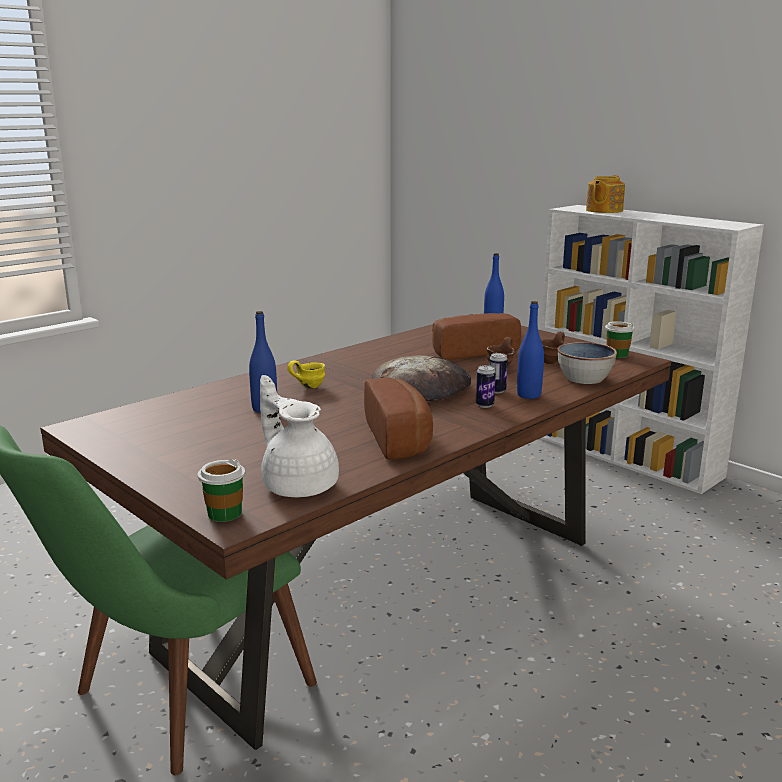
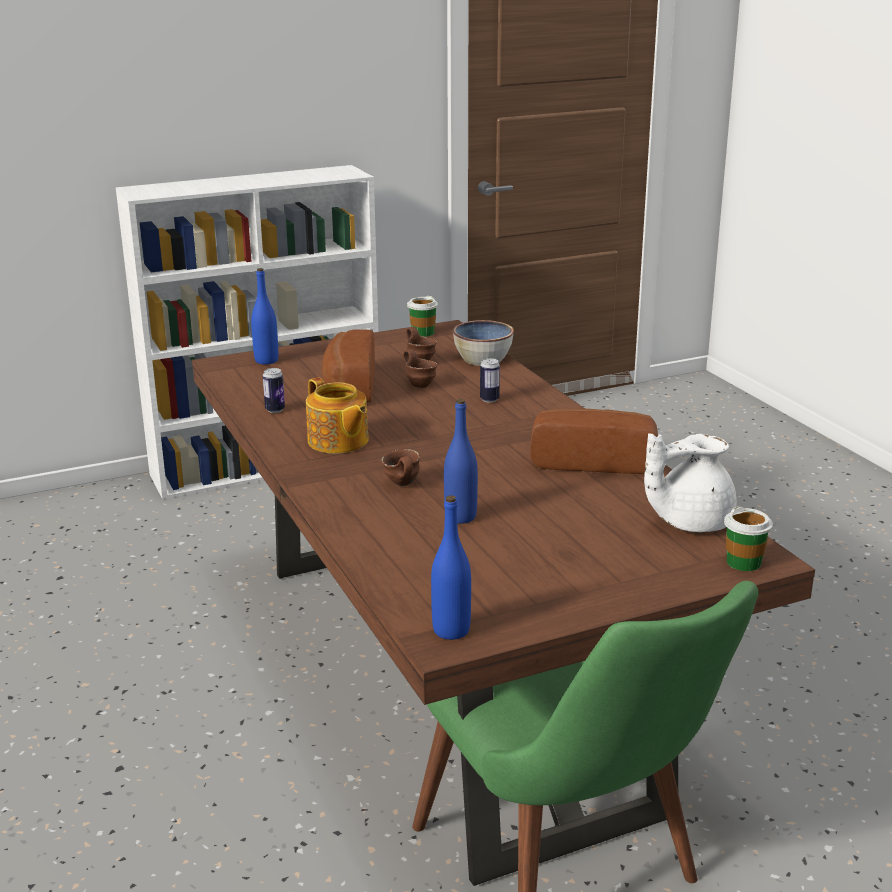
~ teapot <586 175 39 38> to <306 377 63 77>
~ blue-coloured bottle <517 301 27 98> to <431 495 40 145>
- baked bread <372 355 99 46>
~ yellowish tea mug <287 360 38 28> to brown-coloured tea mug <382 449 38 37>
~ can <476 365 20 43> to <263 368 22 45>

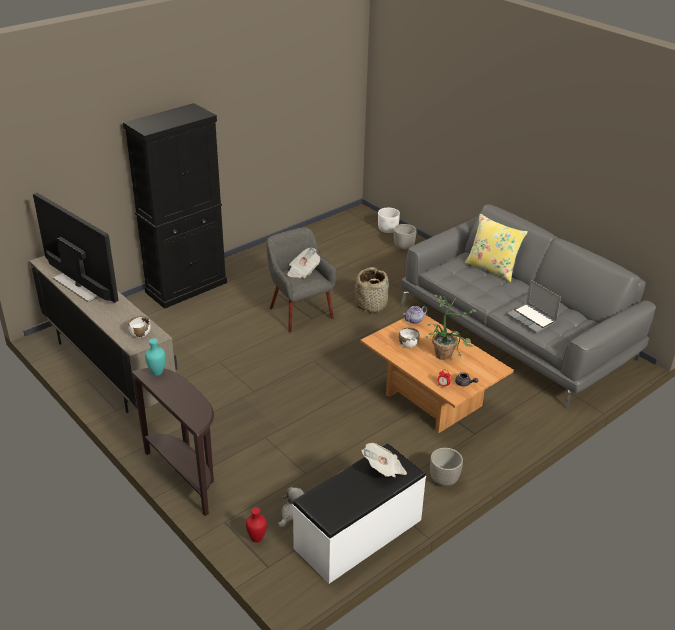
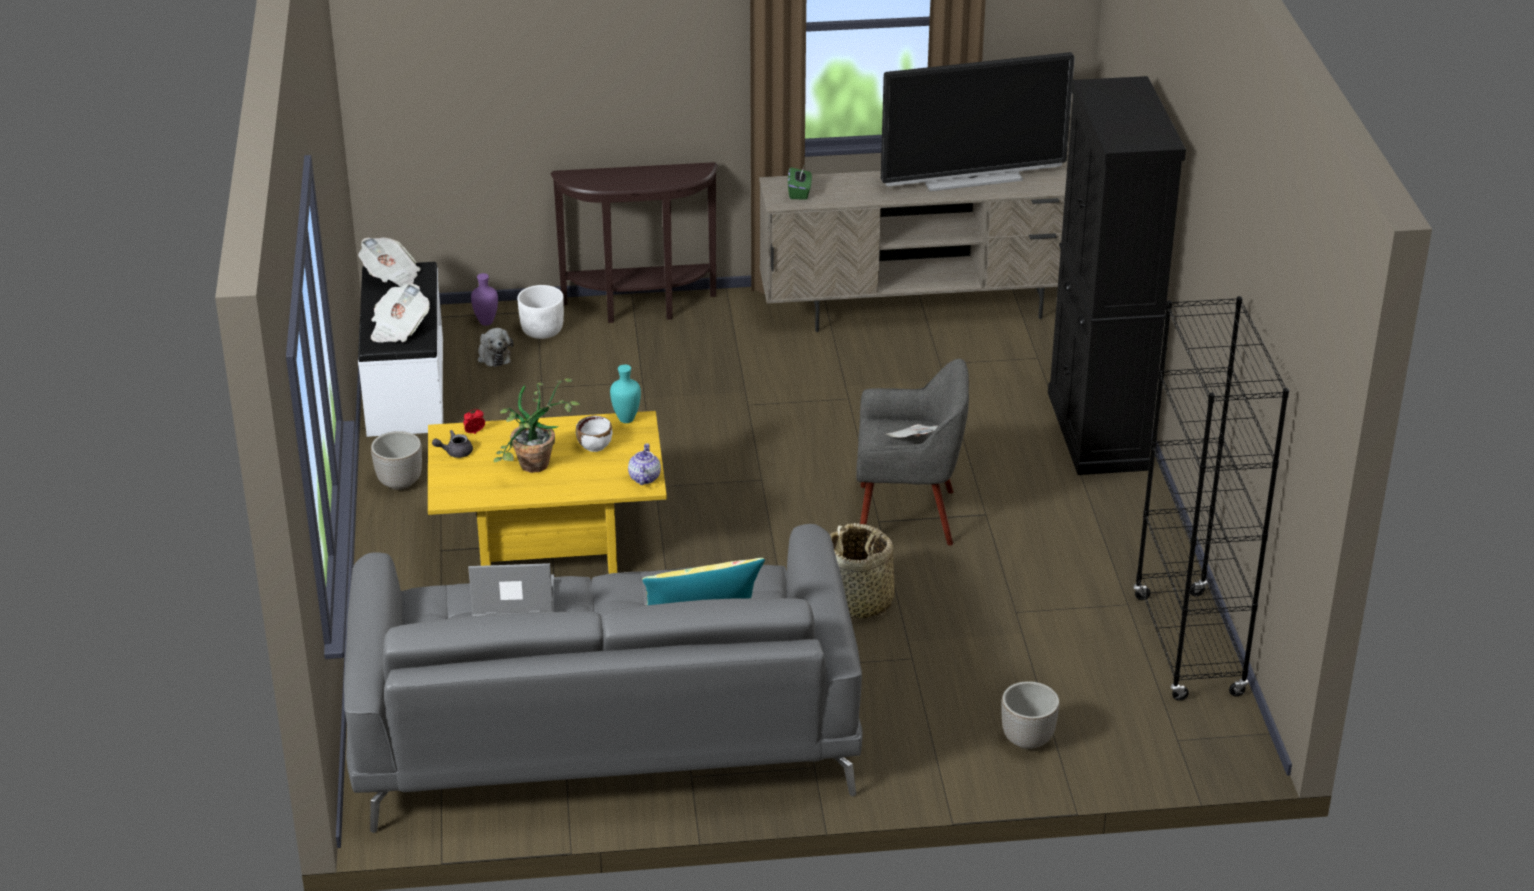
~ white-coloured flower pot <378 208 22 25> to <517 285 47 54>
~ brown-coloured coffee table <360 315 154 118> to yellowish coffee table <428 411 239 163>
~ white-coloured serving bowl <128 316 23 22> to greenish box of tissues <788 167 24 33>
~ blue-green vase <145 338 21 38> to <610 365 31 58>
~ red vase <246 507 21 36> to purplish vase <471 273 27 53>
+ daily paper <358 237 63 50>
+ black bookcase <1133 296 156 405>

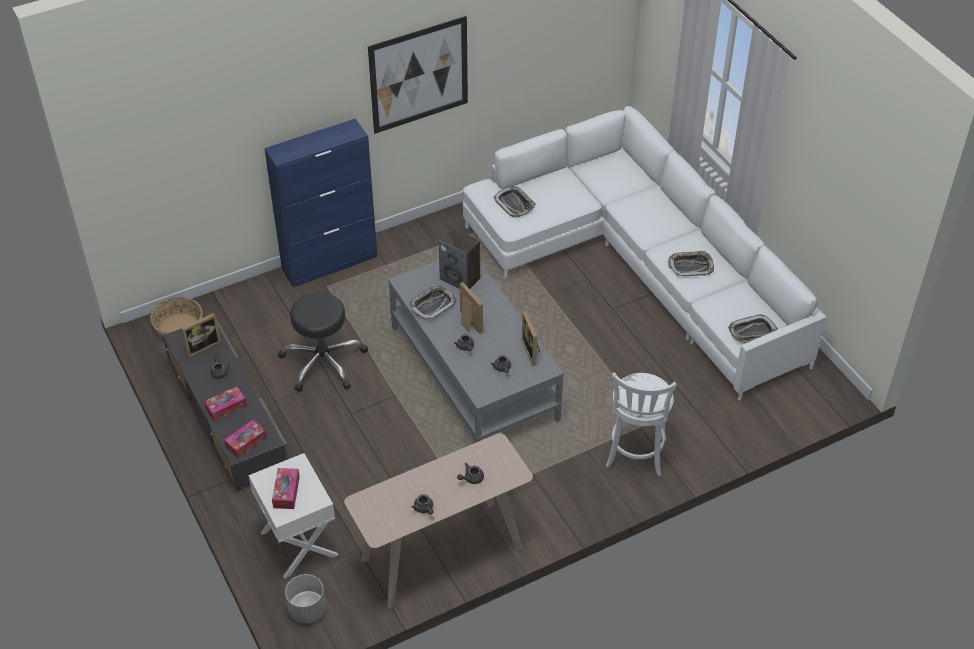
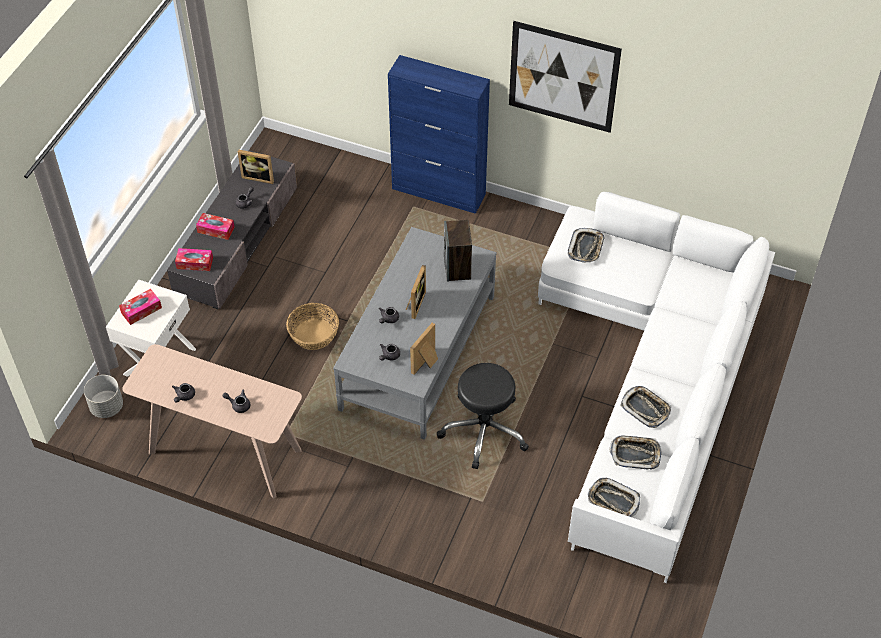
~ serving tray <409 284 47 36> to <610 435 52 35>
~ black stool <278 292 90 100> to <437 363 92 106>
~ basket <150 297 53 40> to <286 303 53 47>
- white-coloured stool <606 372 71 104>

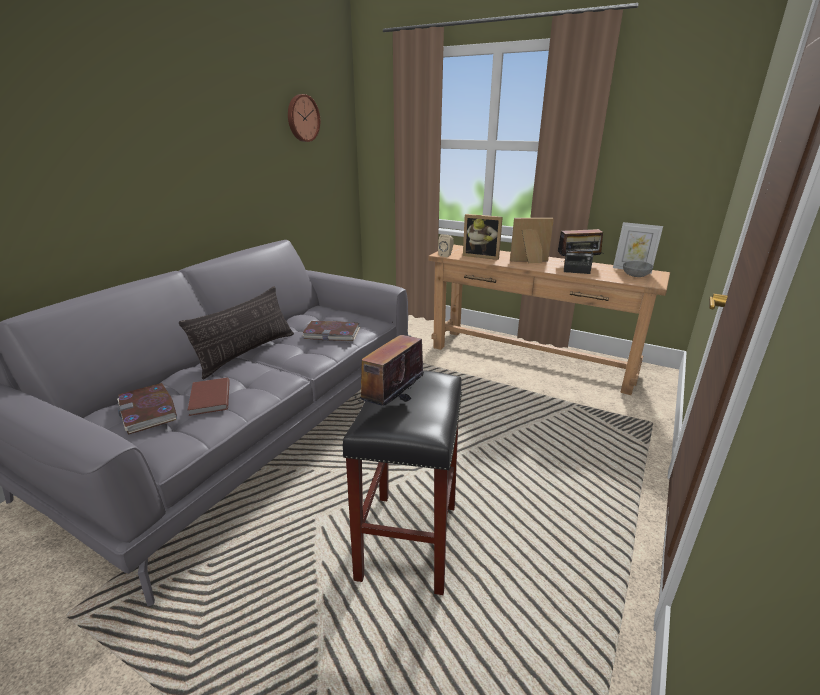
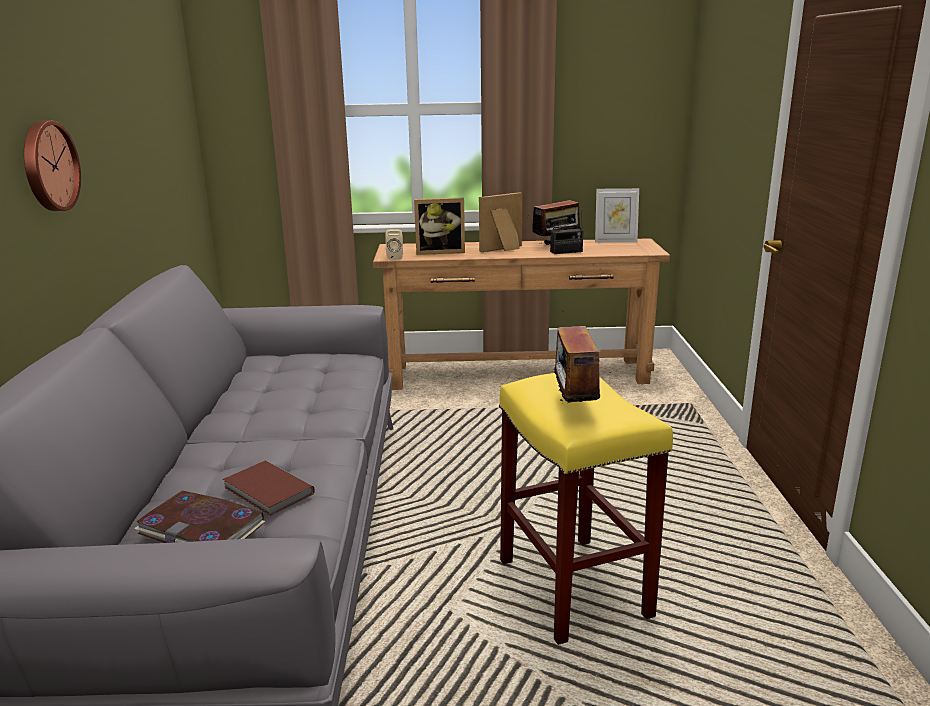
~ hanging clock <288 94 32 48> to <24 120 57 91>
- grey serving bowl <623 261 30 16>
- cushion <179 286 115 93>
- volume <302 321 58 20>
~ black stool <343 370 119 225> to yellowish stool <499 373 174 272>

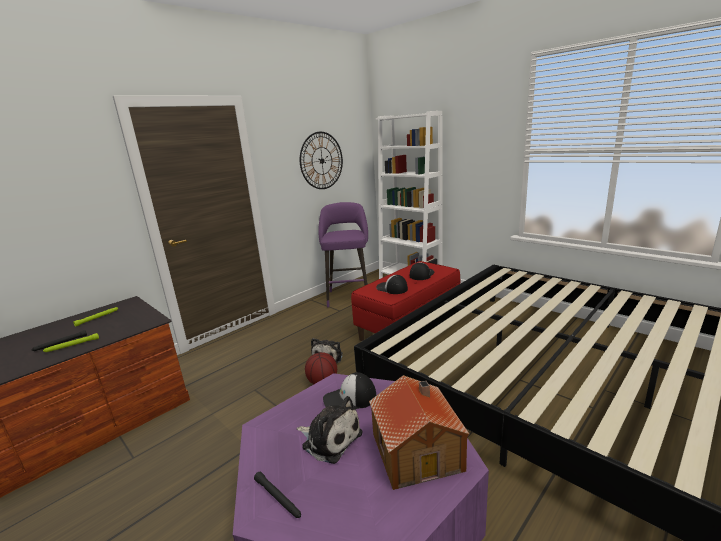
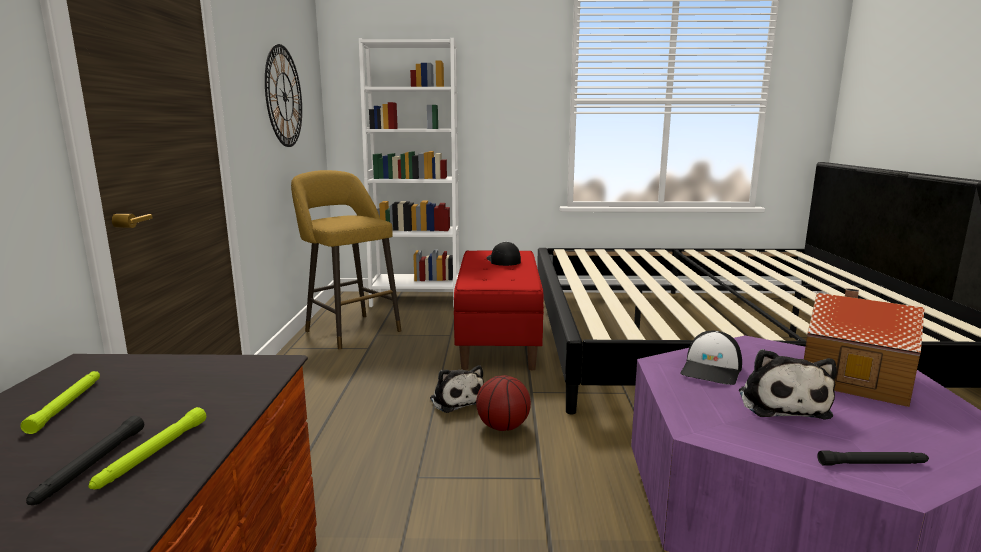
~ purplish stool <318 202 50 105> to yellowish stool <291 170 111 179>
- cap <376 275 32 19>
~ soft toy <296 396 66 68> = <739 349 98 71> 105 degrees clockwise

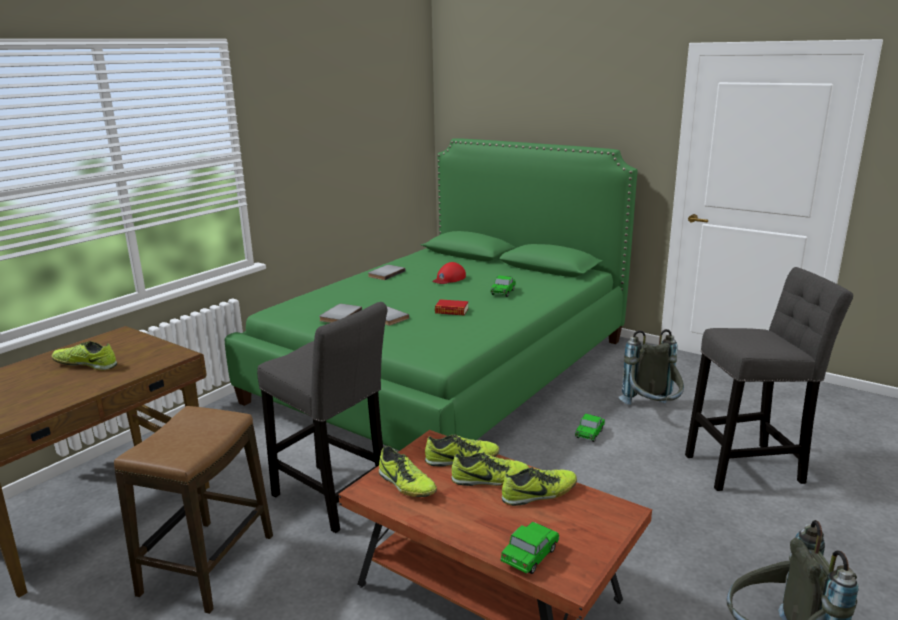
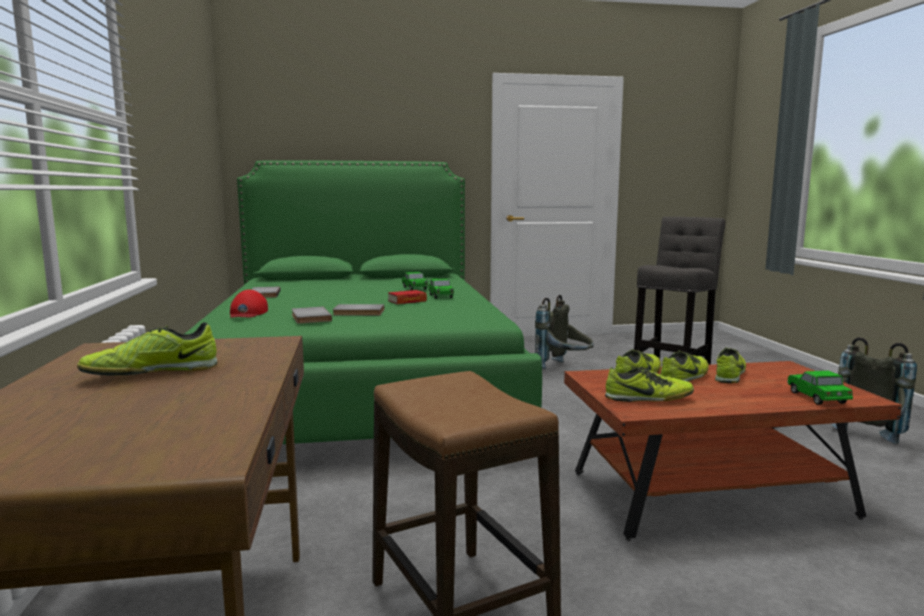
~ red cap <432 262 34 22> to <230 290 38 28>
- grey stool <257 302 131 231>
~ toy car <575 414 30 28> to <428 278 26 21>

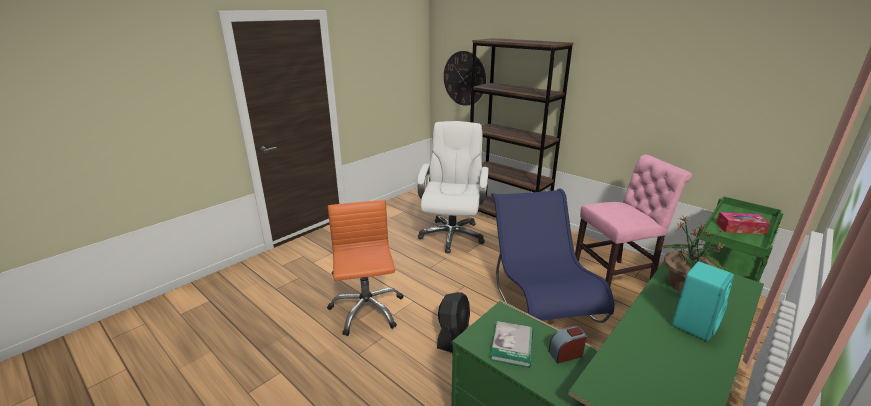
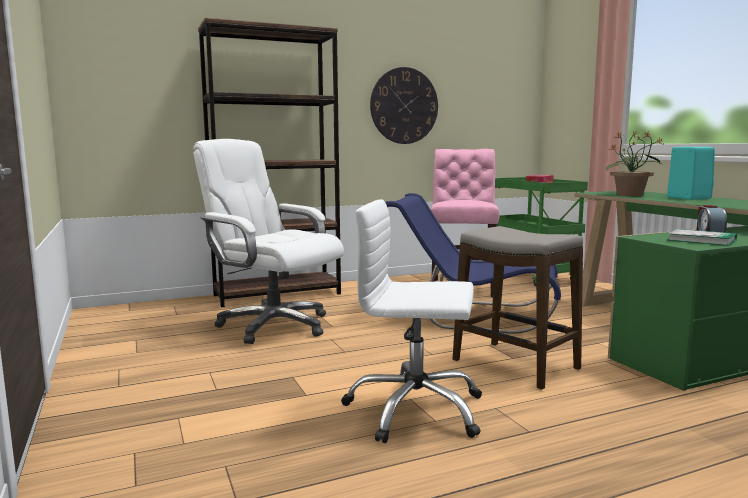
~ hanging clock <444 51 42 55> to <370 67 68 77>
~ orange desk chair <327 200 76 136> to white-coloured desk chair <341 199 141 244>
~ black electric fan <437 292 33 61> to stool <453 226 130 164>

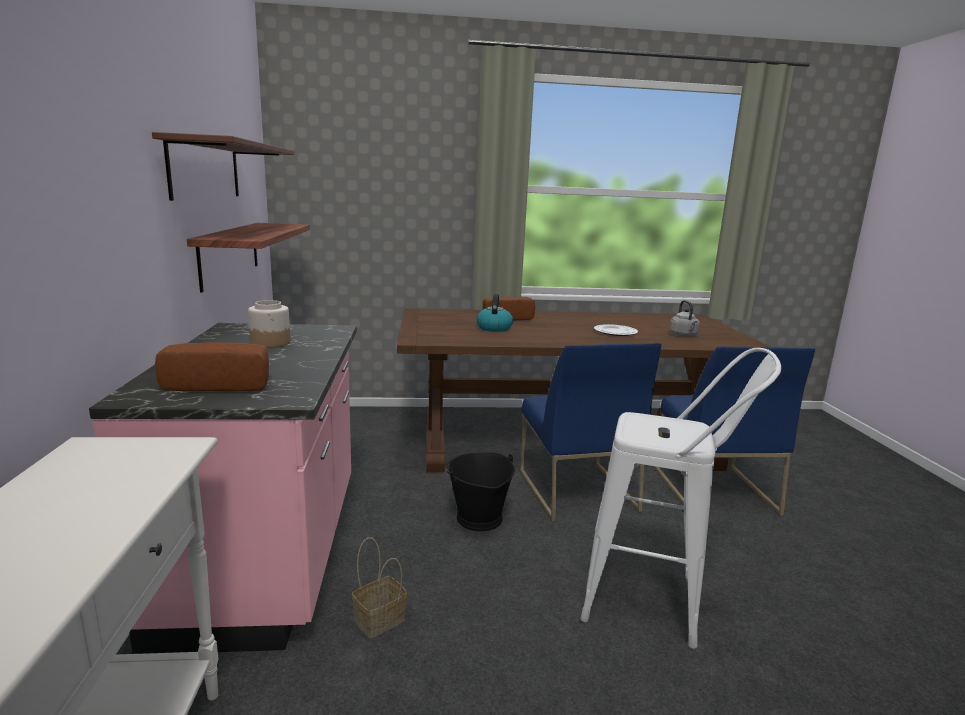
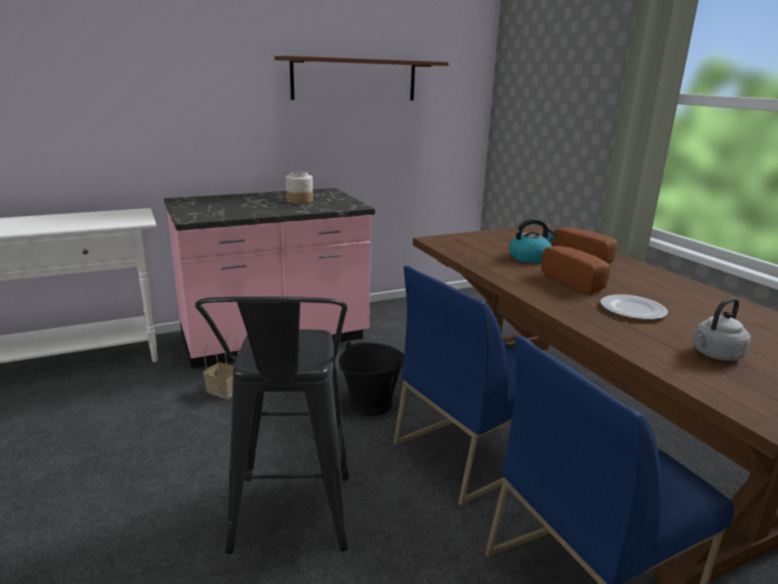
- bracket shelf <187 223 123 70>
~ baked bread <155 342 114 49> to <541 246 69 48>
~ white-coloured stool <580 348 201 301> to black stool <195 296 154 258>

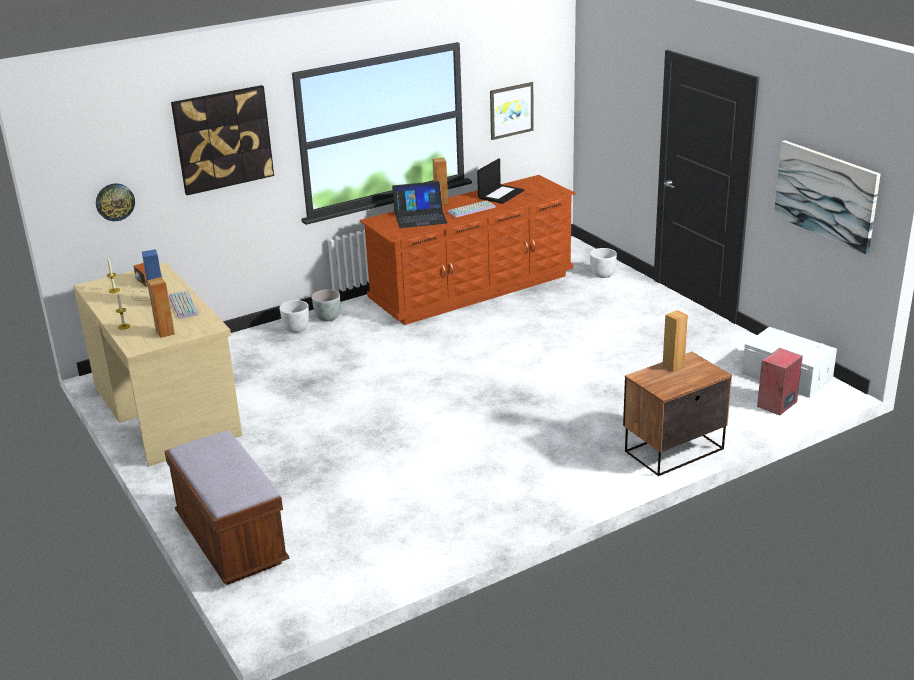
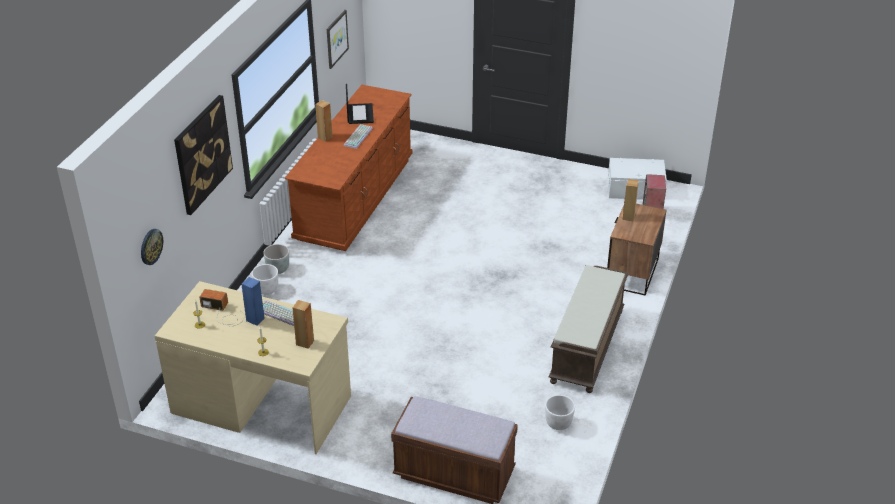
- picture <774 140 107 114>
- notebook computer <392 181 56 47>
~ white-coloured flower pot <590 248 27 30> to <545 395 30 35>
+ brown-coloured bench <549 265 79 128>

